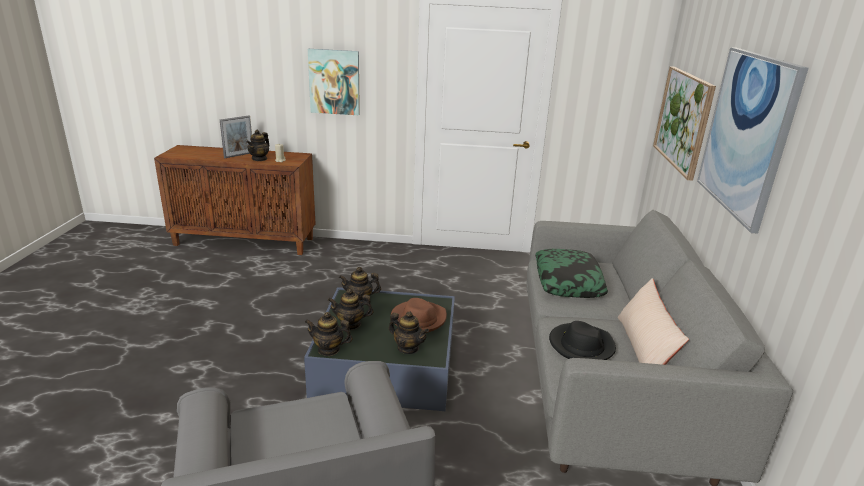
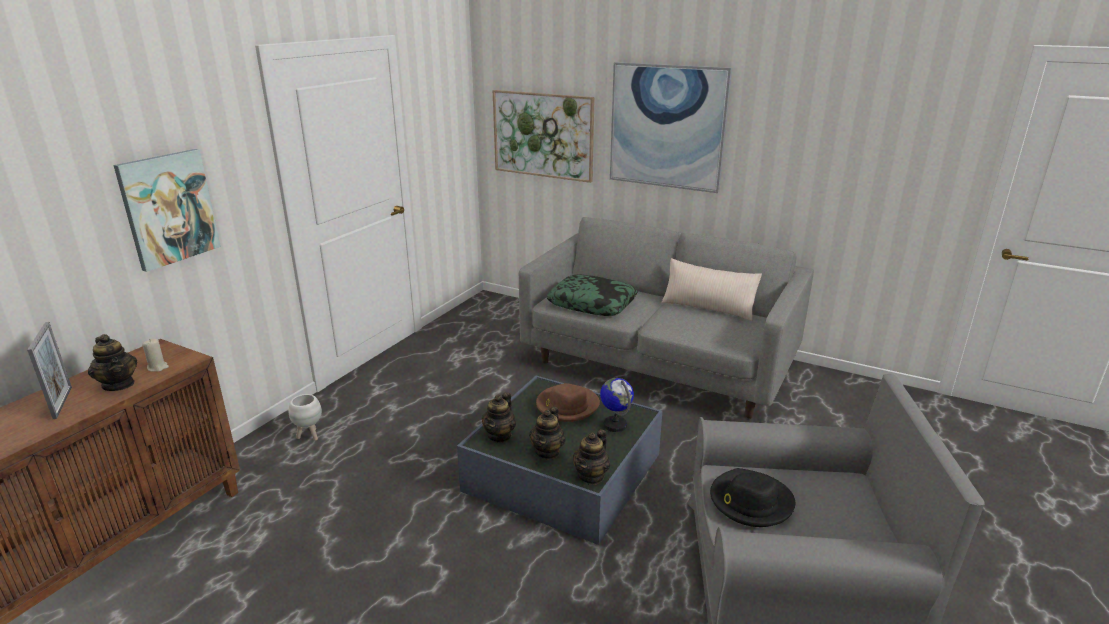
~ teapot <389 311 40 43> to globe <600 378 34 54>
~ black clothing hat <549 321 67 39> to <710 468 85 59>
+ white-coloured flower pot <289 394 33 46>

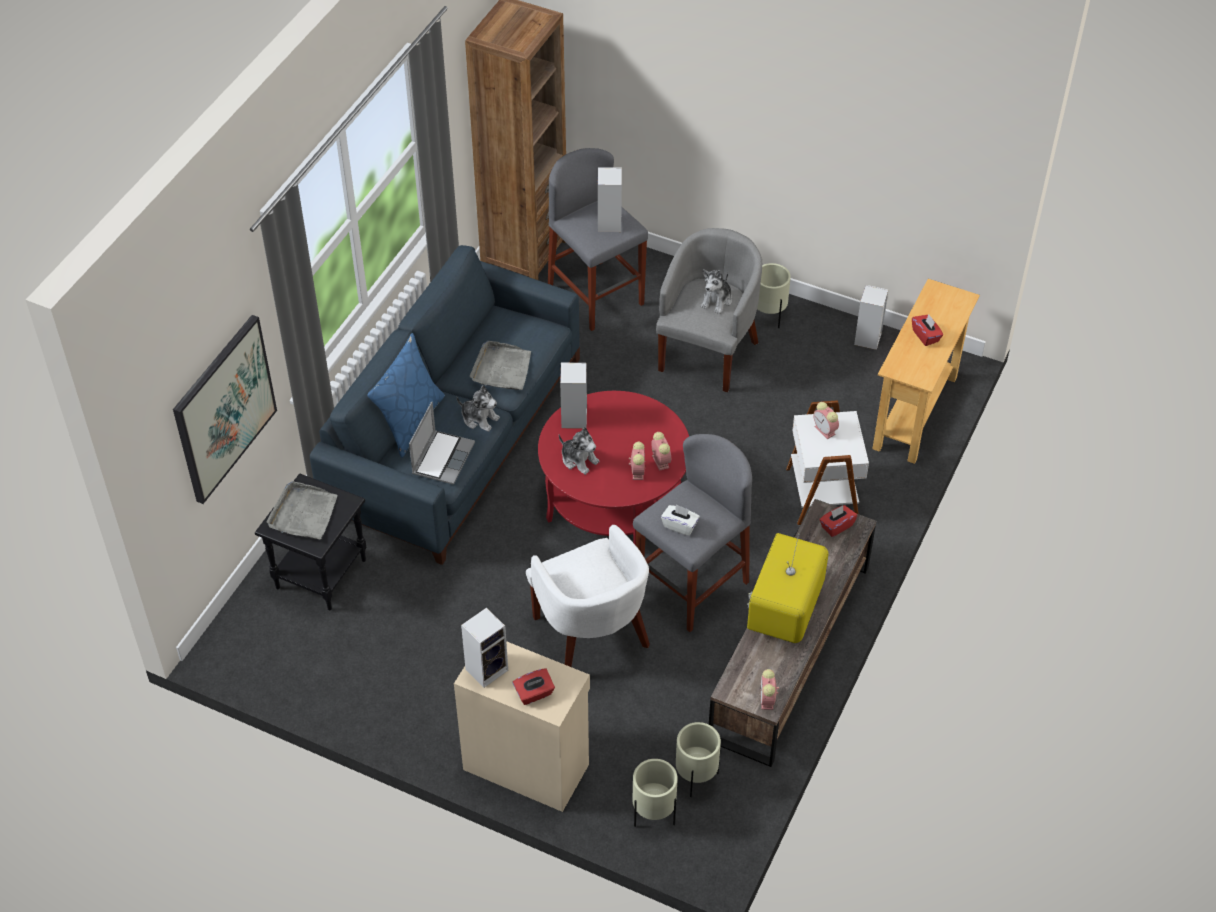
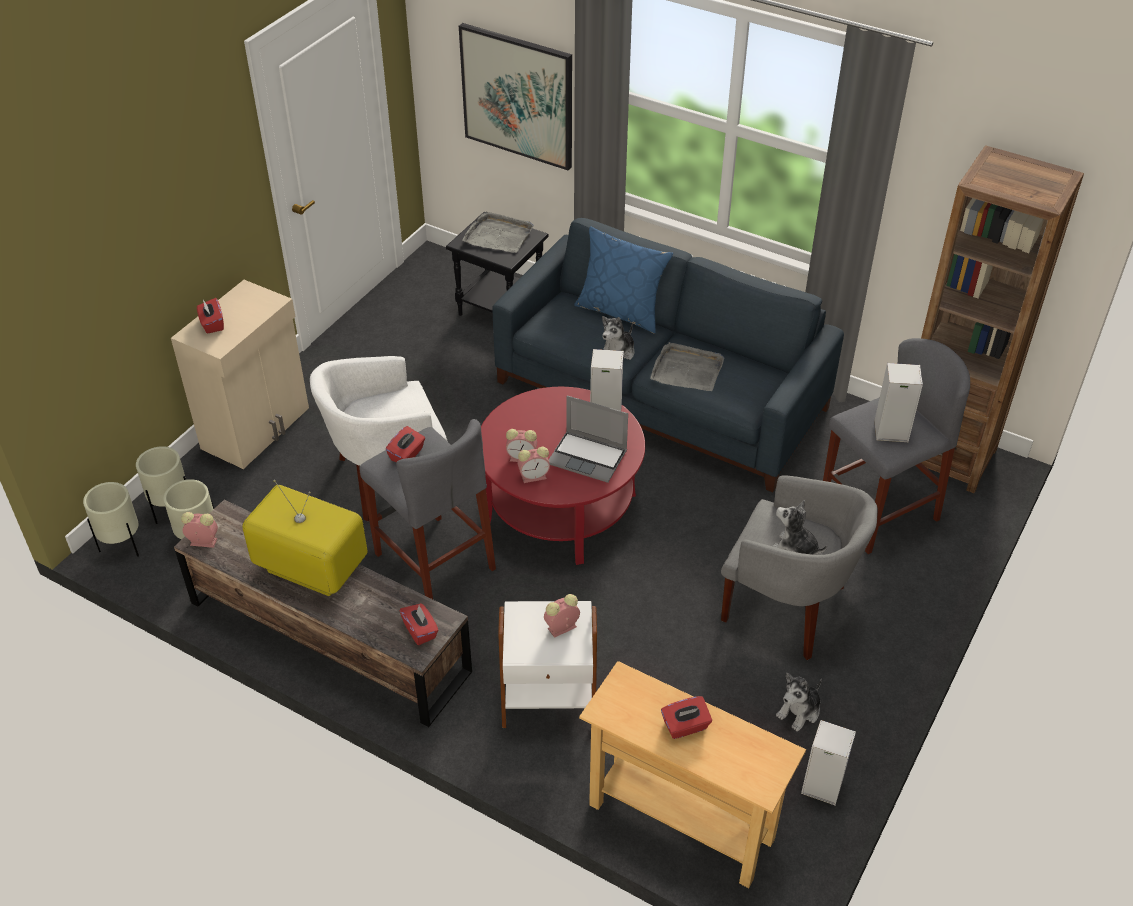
~ beige flower pot <757 263 34 65> to <83 482 56 75>
~ notebook computer <409 402 66 83> to <549 396 79 87>
~ soft toy <559 427 41 48> to <776 673 46 59>
~ white-coloured box of tissues <661 504 39 32> to red box of tissues <386 426 39 36>
- loudspeaker <461 608 47 80>

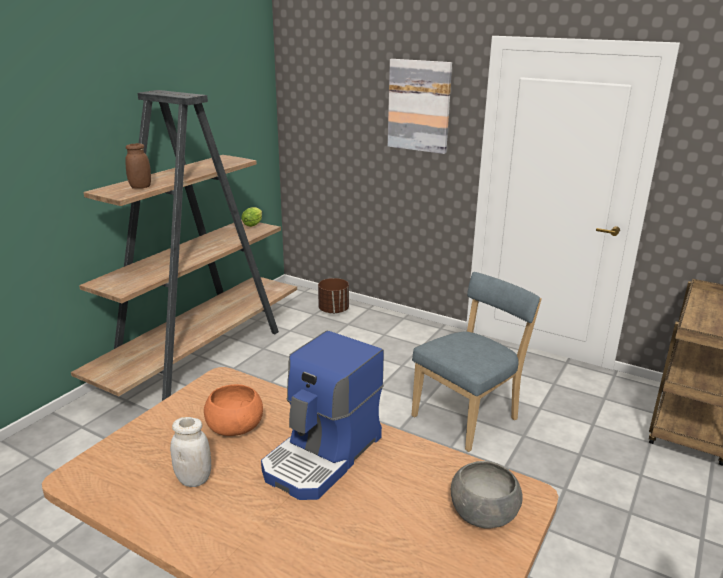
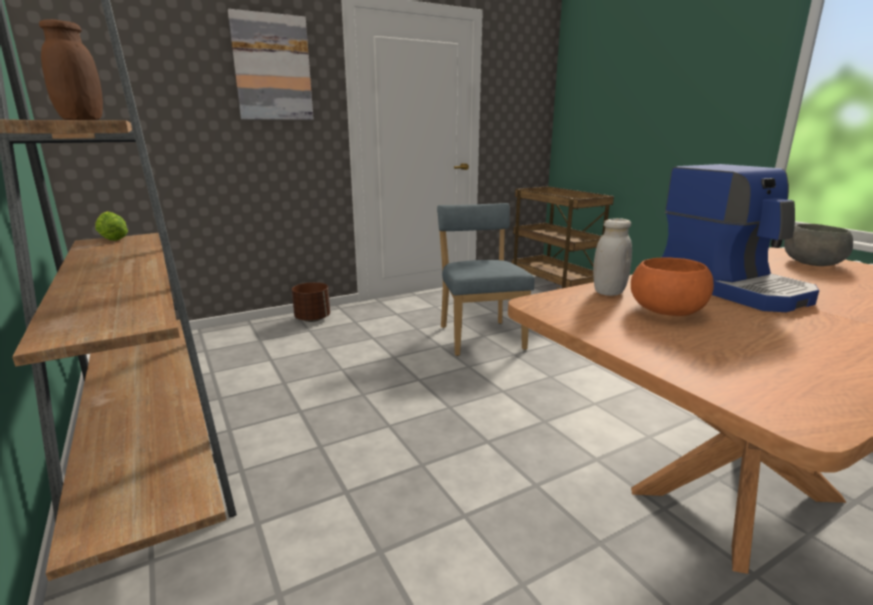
~ brown-coloured flower pot <318 278 31 36> to <292 282 38 40>
~ white-coloured jar <170 417 41 70> to <593 218 39 78>

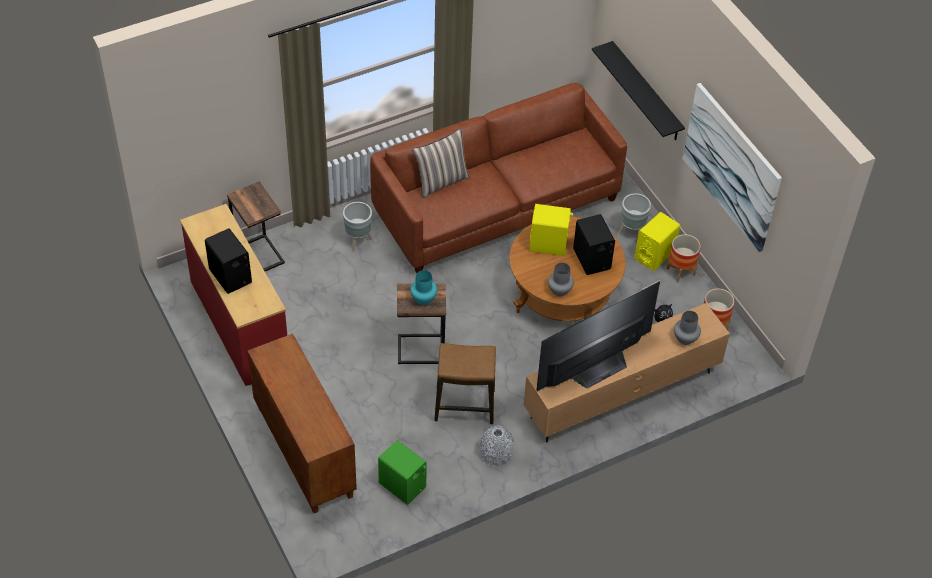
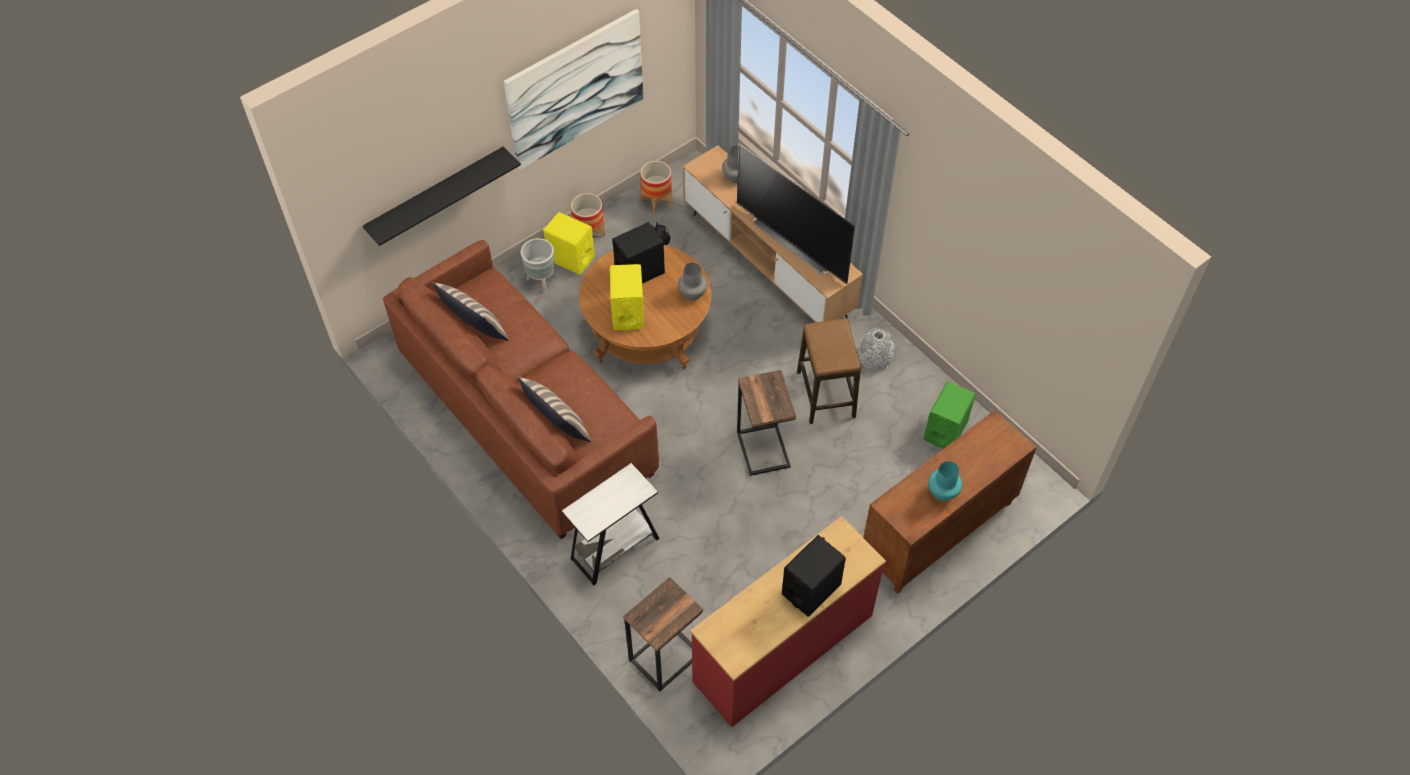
~ grey flower pot <343 202 29 49> to white-coloured end table <562 463 98 123>
~ blue-green vase <410 270 27 35> to <928 461 34 40>
+ cushion <433 282 76 59>

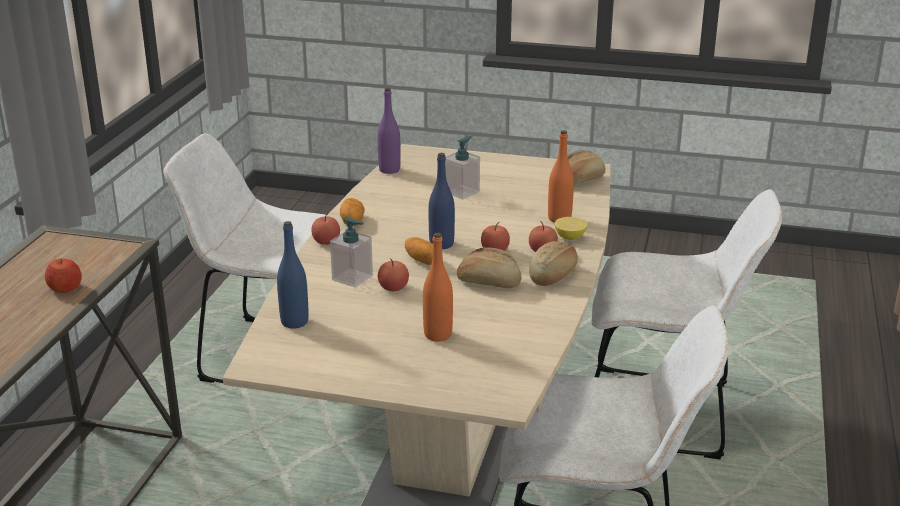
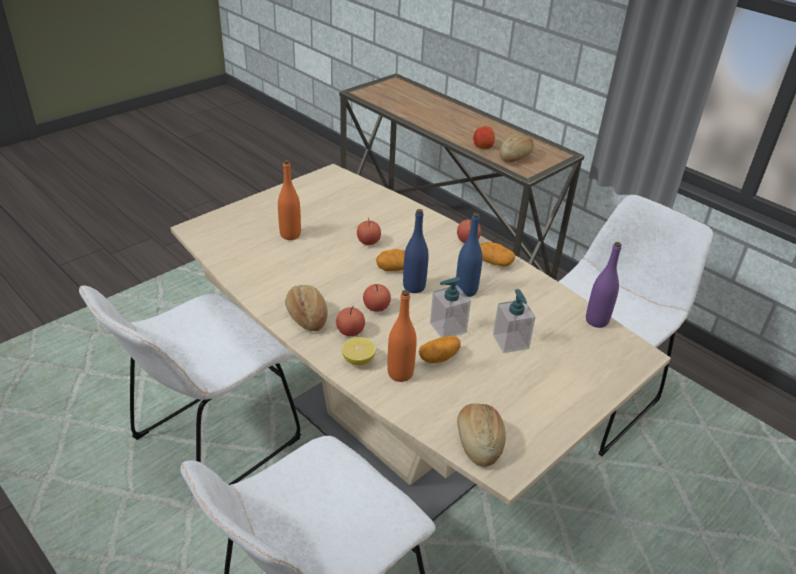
~ liquid soap bottle <330 217 43 71> to <430 277 41 60>
~ blue-coloured bottle <277 221 32 108> to <456 213 27 84>
~ baked bread <457 247 64 41> to <499 134 35 28>
+ whole potato <418 335 43 28>

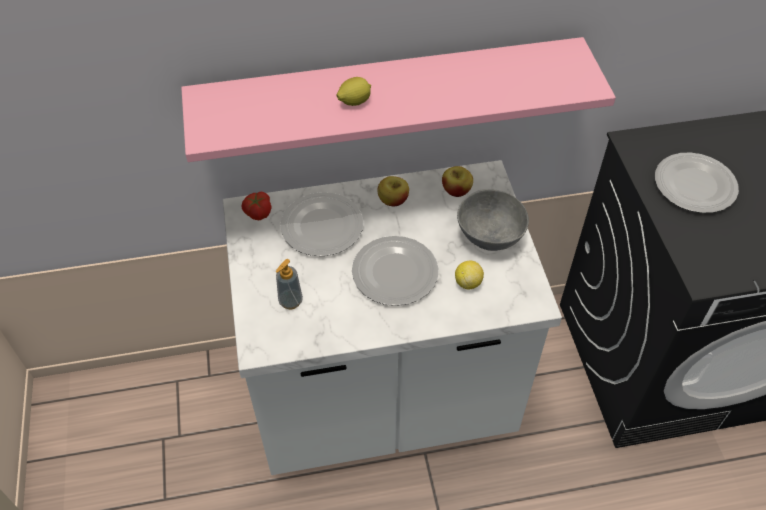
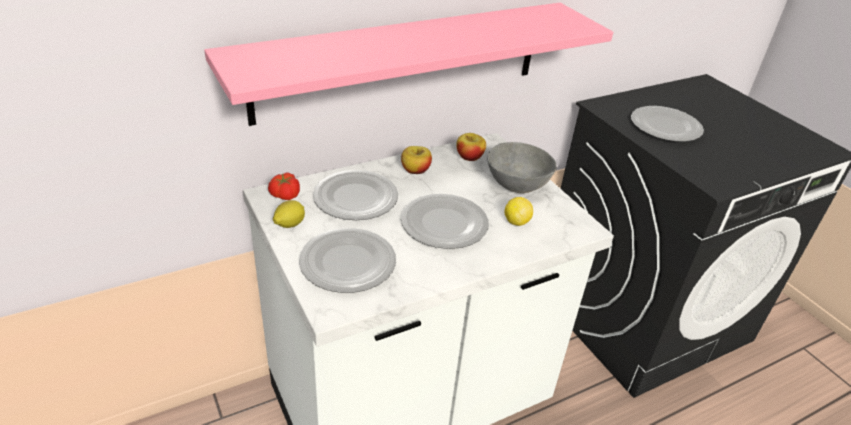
~ citrus fruit <336 77 35 29> to <273 200 32 28>
~ liquid soap bottle <276 259 27 50> to dinner plate <299 228 97 65>

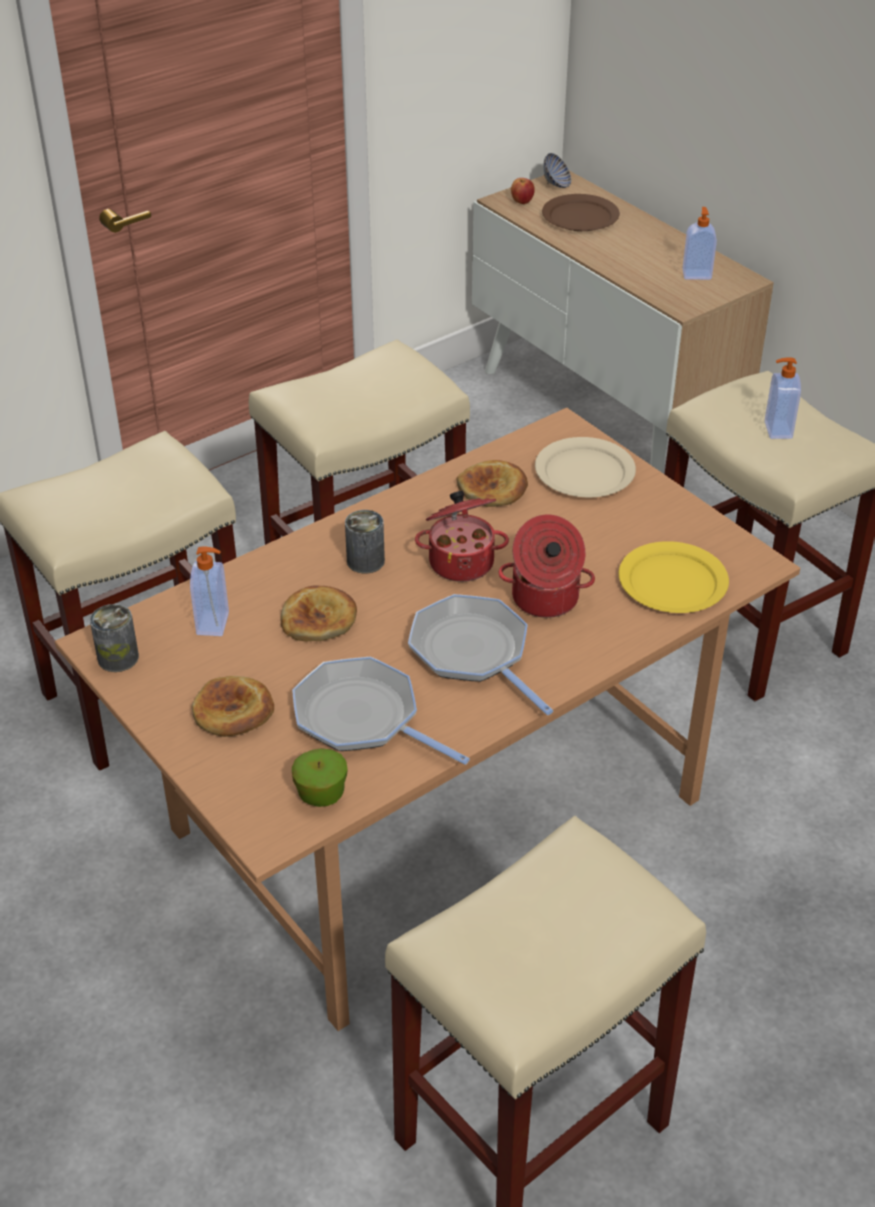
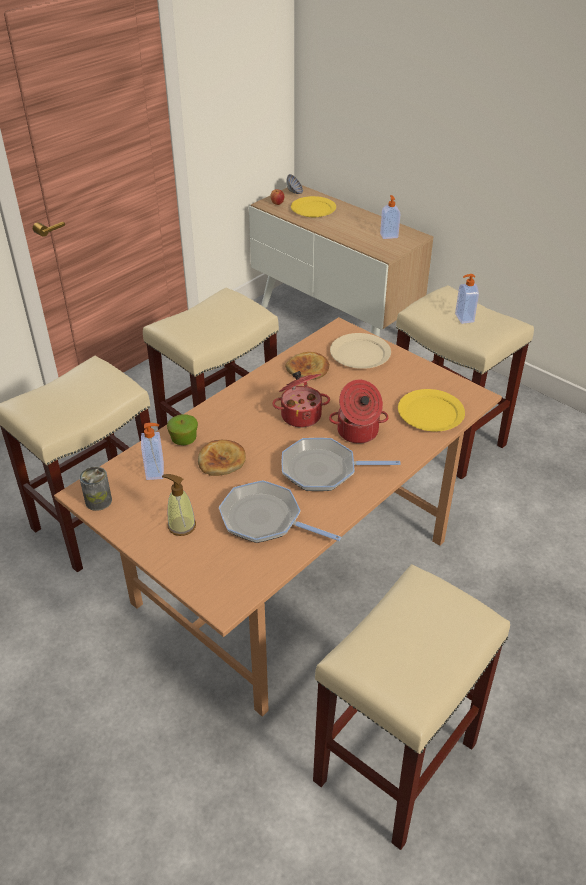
~ brown-coloured dinner plate <542 194 78 37> to yellowish dinner plate <291 196 45 21>
- can <345 510 40 64>
~ frying pan <408 594 145 121> = <282 438 119 53> 45 degrees counterclockwise
~ baked bread <192 676 82 61> to liquid soap bottle <162 474 34 62>
~ apple fruit <292 748 56 59> to <167 414 31 31>

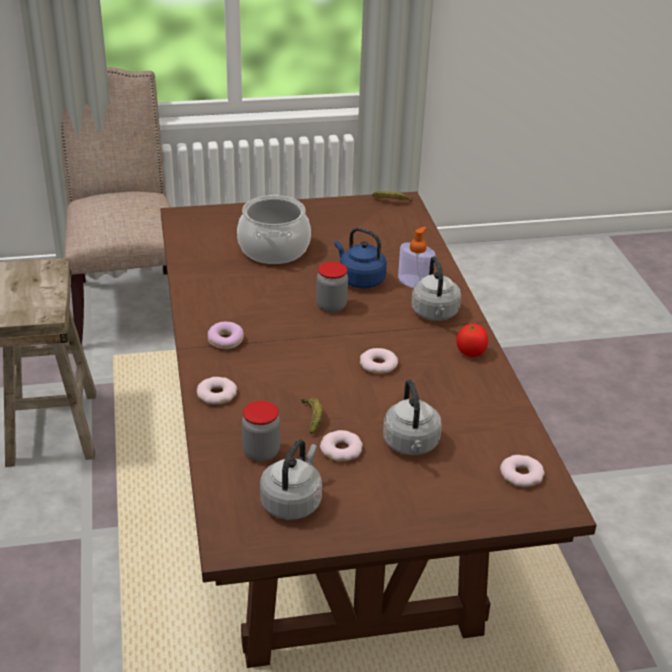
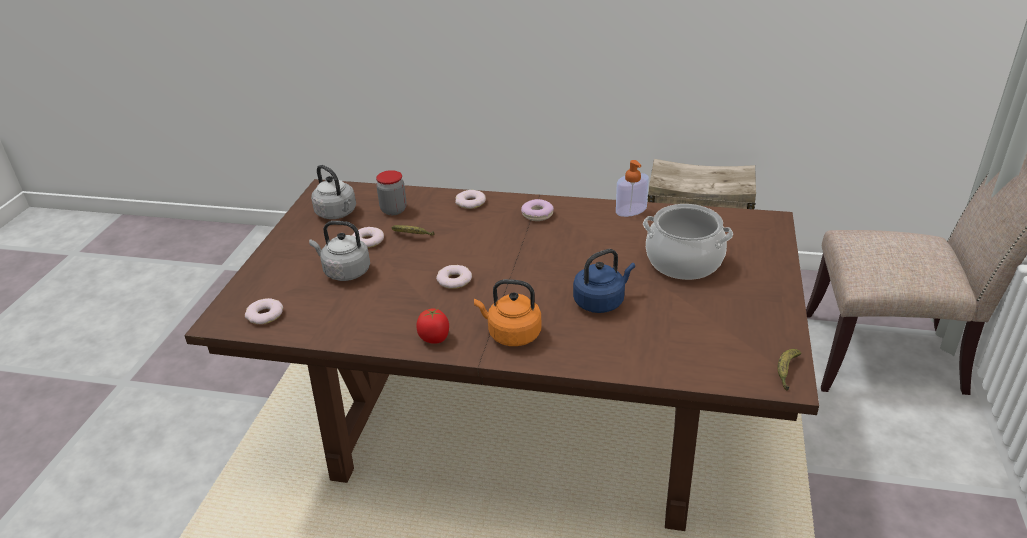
~ liquid soap bottle <398 227 38 61> to <616 160 33 57>
~ grey tea kettle <411 256 50 65> to orange tea kettle <474 279 67 67>
- jar <316 262 32 51>

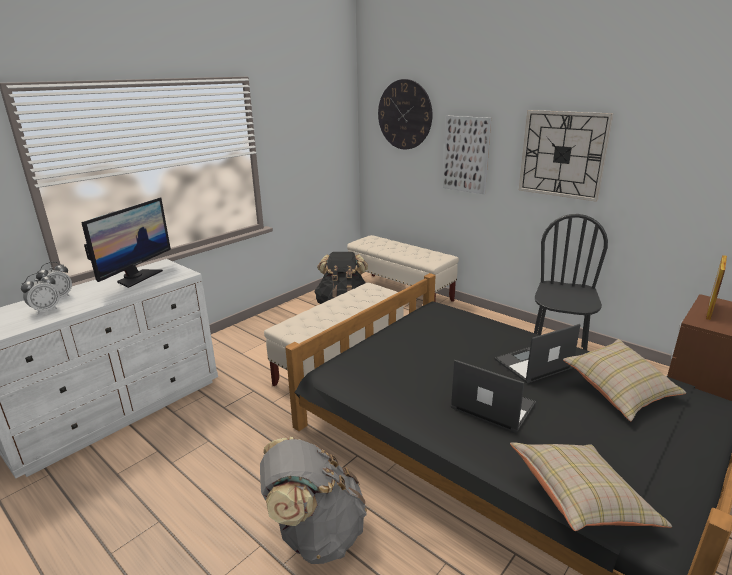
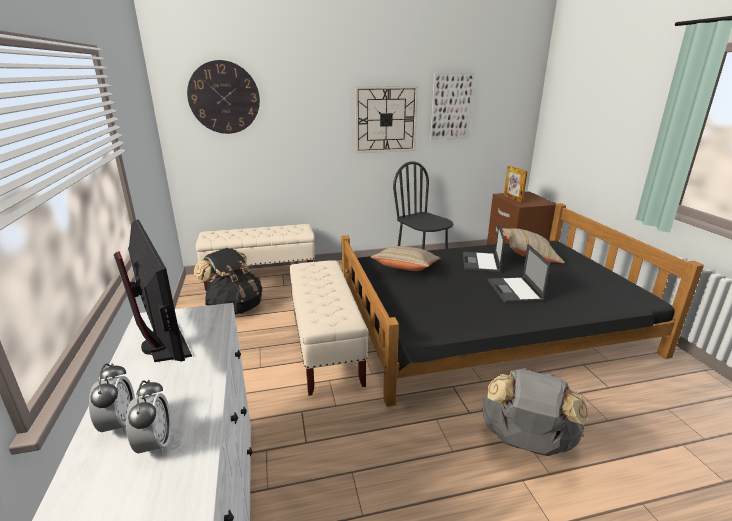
~ picture <443 116 48 78> to <430 73 44 67>
~ notebook computer <451 360 85 73> = <488 244 63 59> 75 degrees counterclockwise
~ beige cushion <510 442 162 89> to <371 246 70 25>

